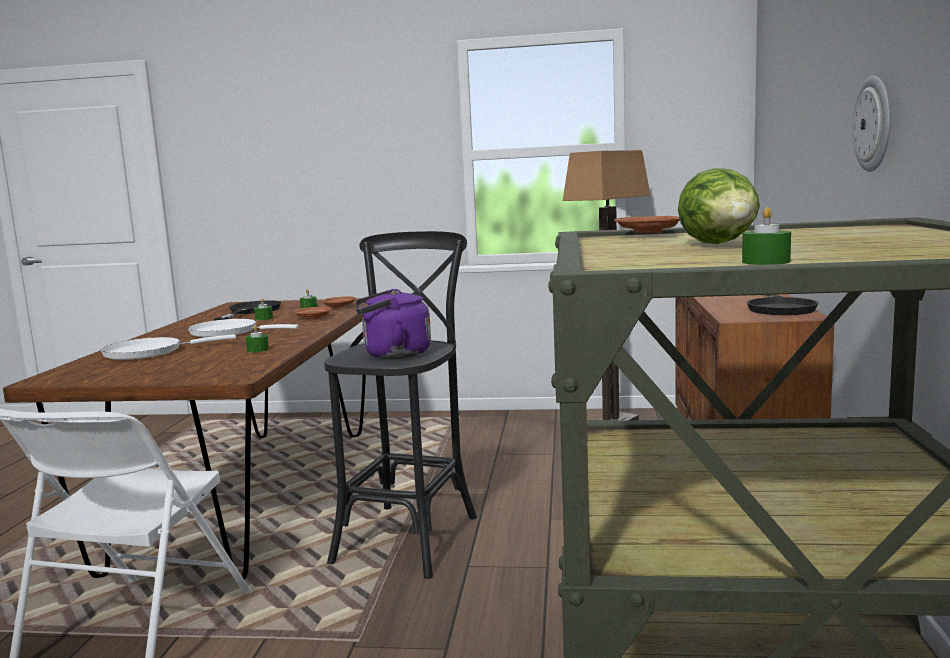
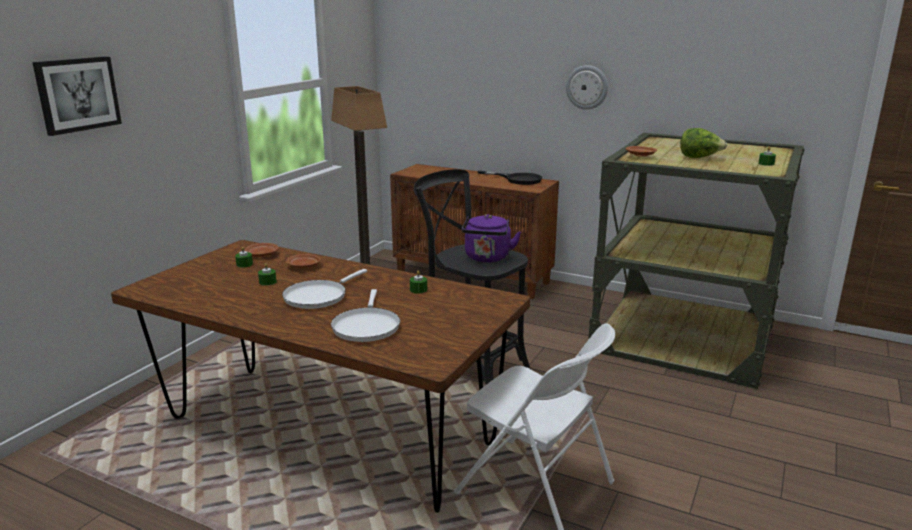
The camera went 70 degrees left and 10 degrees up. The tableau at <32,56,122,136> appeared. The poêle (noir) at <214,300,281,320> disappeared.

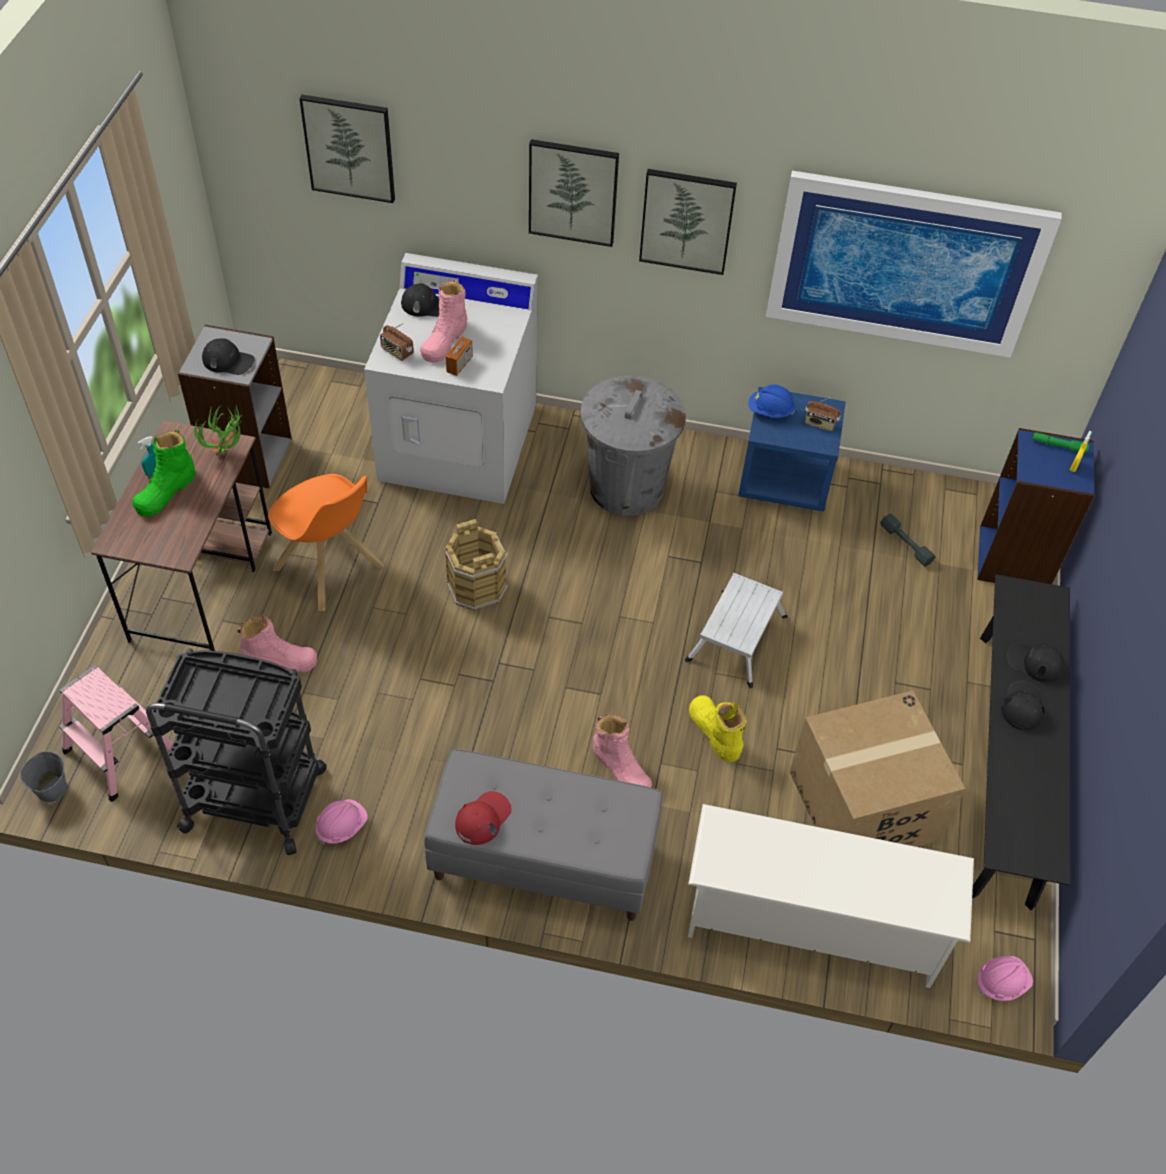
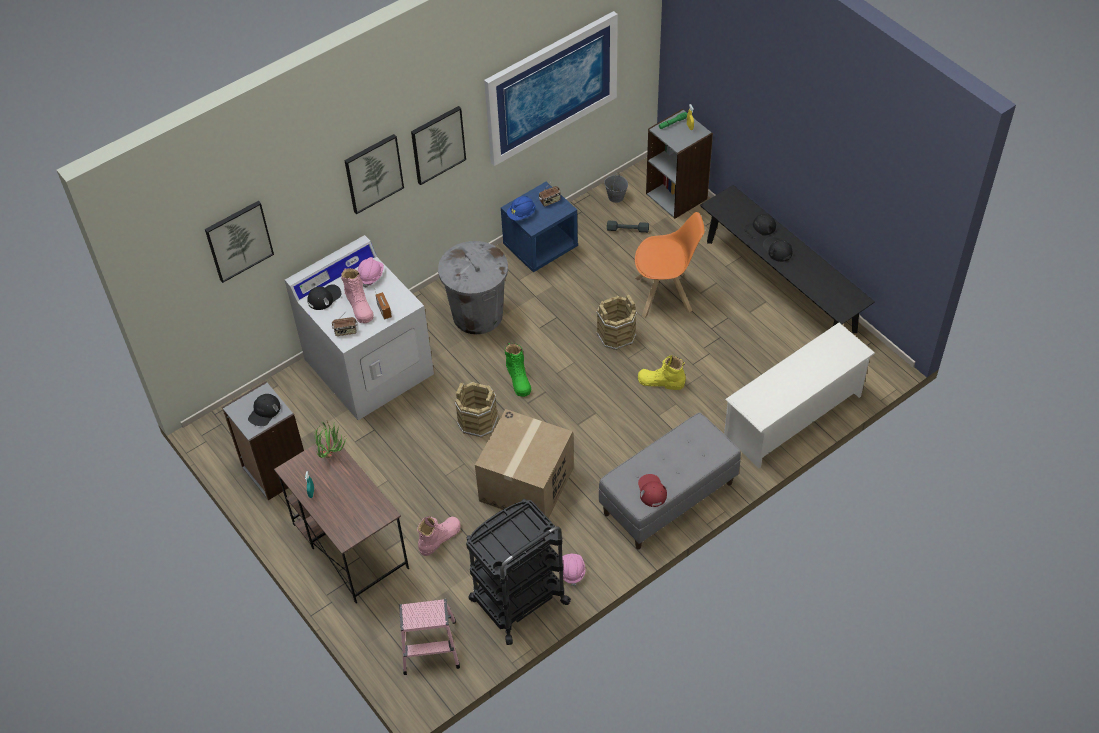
The camera went 45 degrees left and 0 degrees up. The casquette (noir) at <202,338,255,375> turned 150 degrees clockwise. The casque de chantier (rose) moved from <977,956,1033,1001> to <358,257,384,287>. The carton moved from <790,691,965,847> to <475,409,574,519>. The botte (vert) moved from <132,430,196,517> to <505,343,531,397>. The escabeau (blanc) at <685,573,788,688> was replaced by the seau (marron) at <597,295,637,350>. The seau (gris) moved from <20,751,67,802> to <604,172,628,203>. The chaise (orange) moved from <268,474,384,611> to <635,212,705,317>. The bibliothèque (bleu) at <977,428,1095,584> became the bibliothèque (gris) at <646,109,713,219>. The botte (rose) at <593,715,652,788> disappeared.

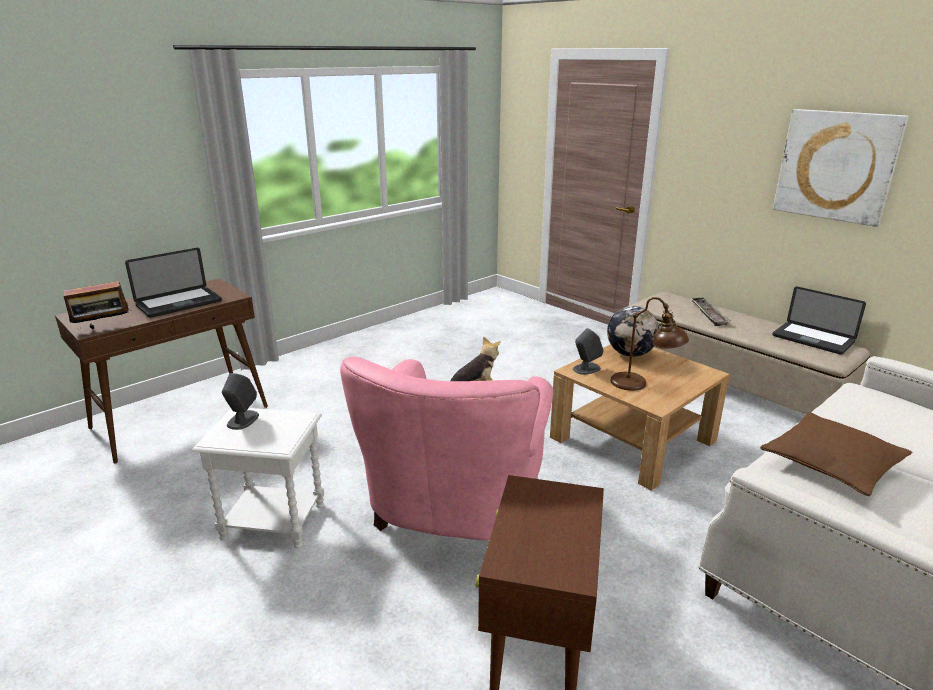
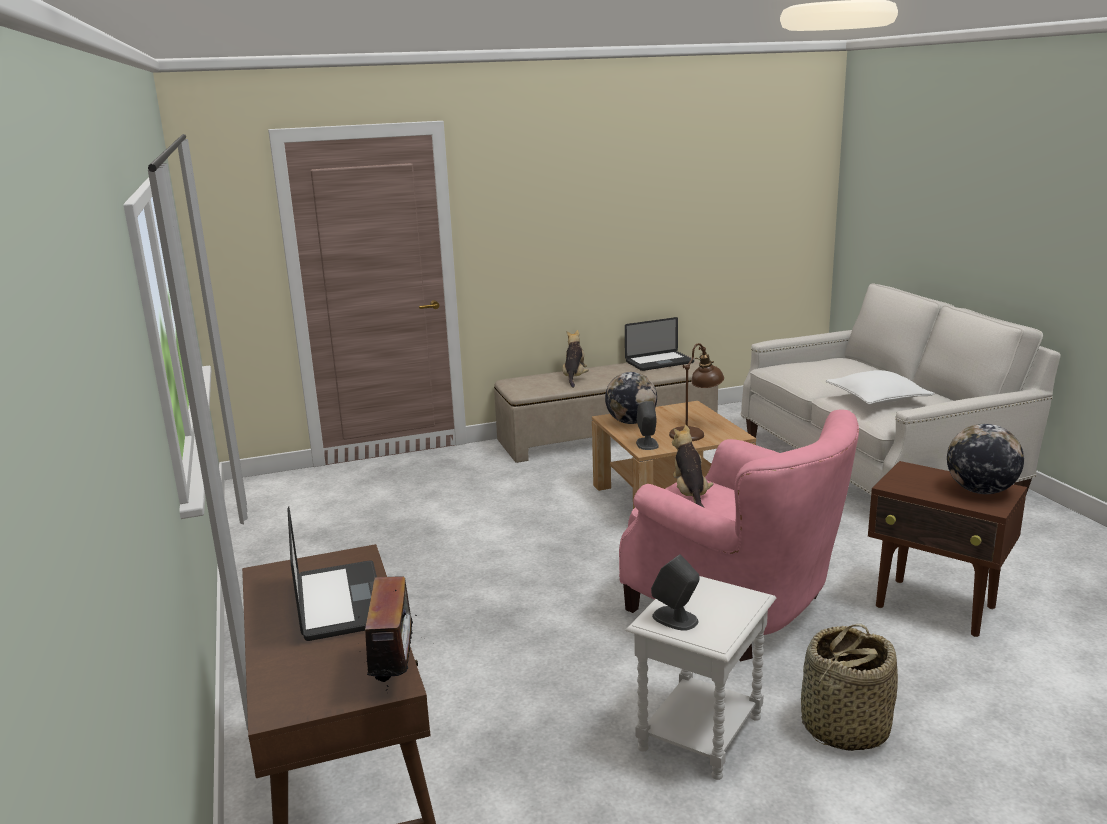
The camera went 65 degrees left and 5 degrees down. The plateau at <690,297,731,326> was replaced by the peluche at <562,330,588,388>. The panier at <801,624,898,751> appeared. The coussin (marron) at <760,412,912,496> became the coussin (blanc) at <826,370,935,405>. The globe at <947,424,1024,494> appeared. The tableau at <773,109,909,227> disappeared.

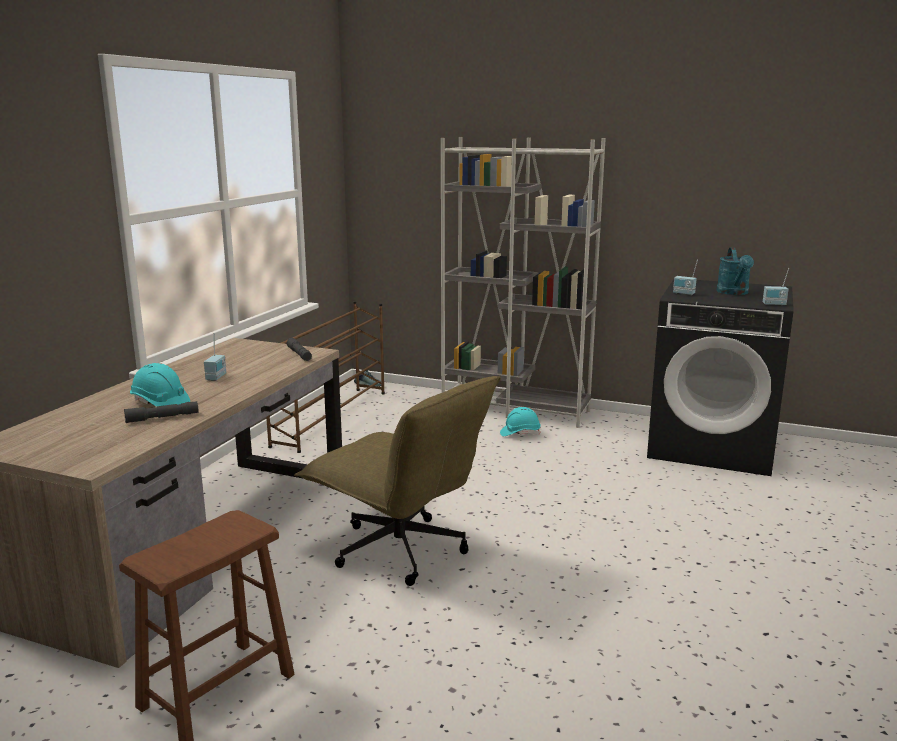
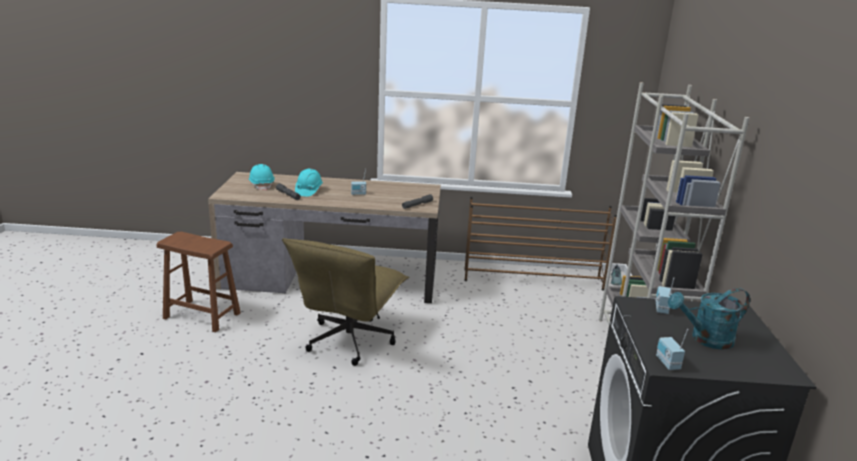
The camera went 70 degrees right and 5 degrees up. The casque de chantier (turquoise) moved from <500,407,541,436> to <248,164,275,191>.

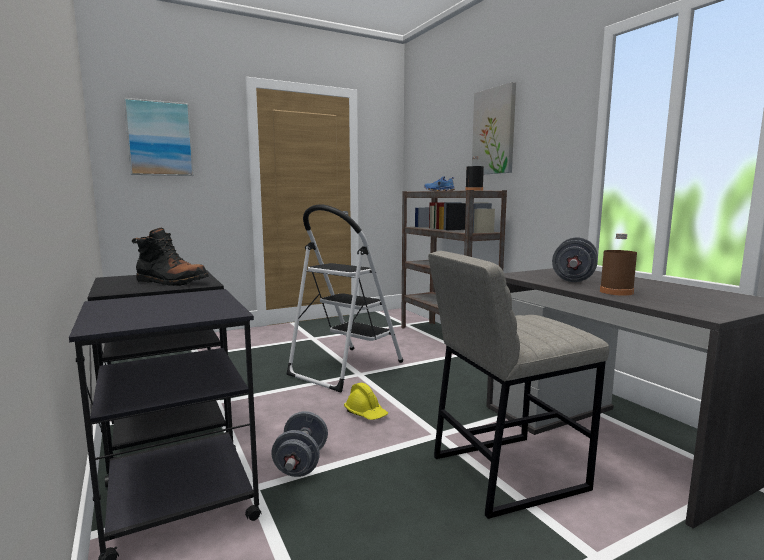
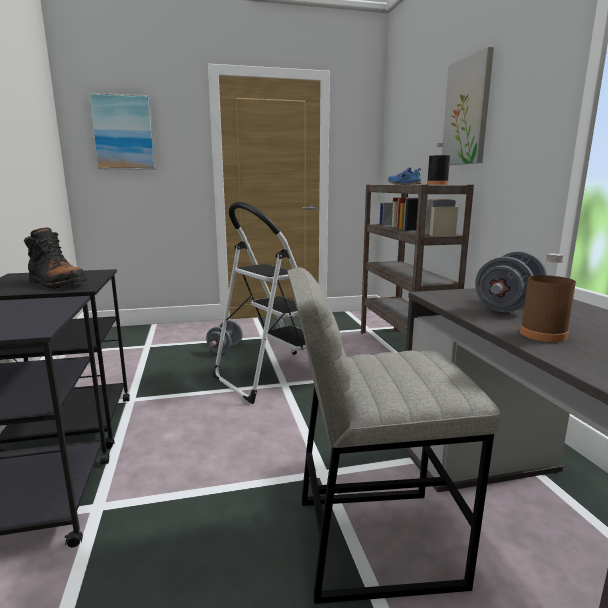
The camera went 15 degrees right and 5 degrees up. The haltère (gris) moved from <271,411,328,477> to <206,320,243,353>. The casque de chantier (jaune) at <344,383,388,420> disappeared.

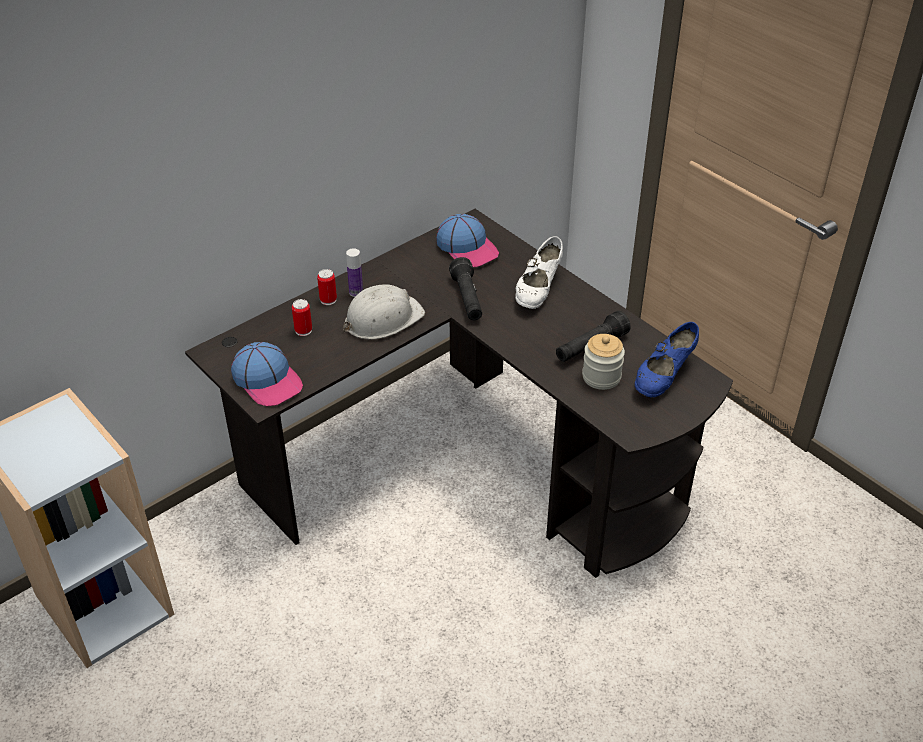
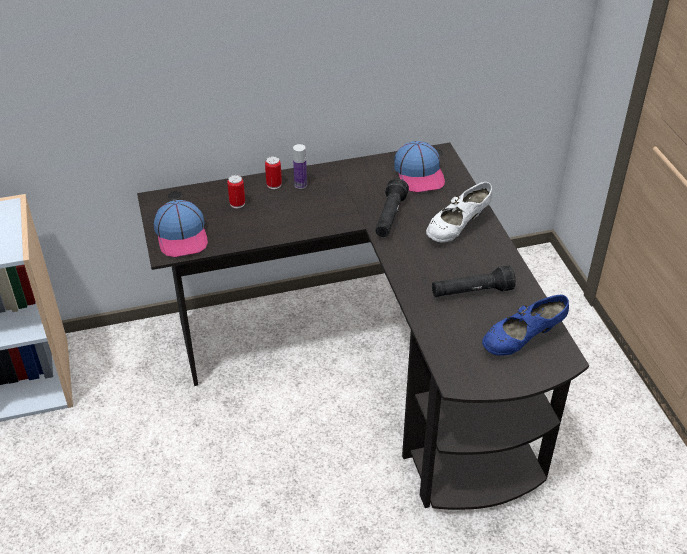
The camera went 25 degrees right and 0 degrees up. The casque de chantier (blanc) at <343,284,425,339> disappeared. The bocal at <582,334,625,390> disappeared.

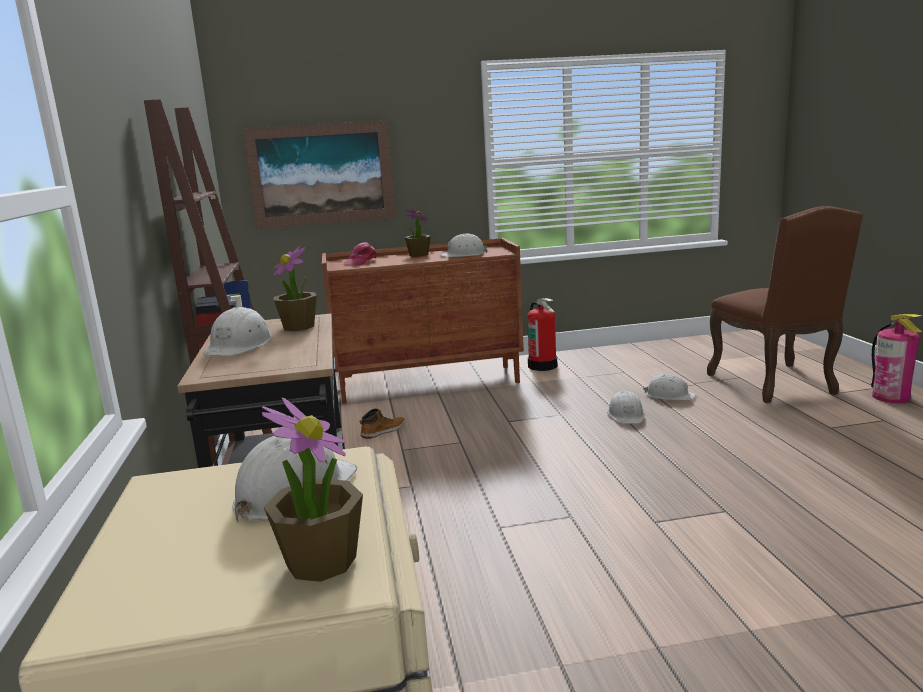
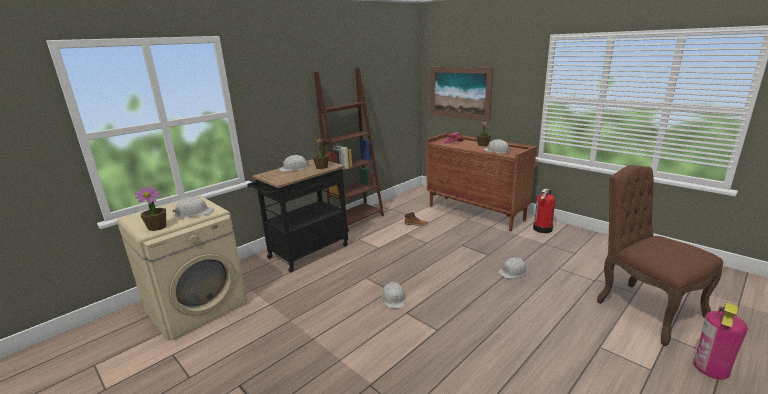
The camera went 55 degrees right and 5 degrees up. The casque de chantier (blanc) moved from <643,374,696,400> to <381,282,406,309>. The chaise (marron) at <707,206,863,403> turned 105 degrees clockwise.

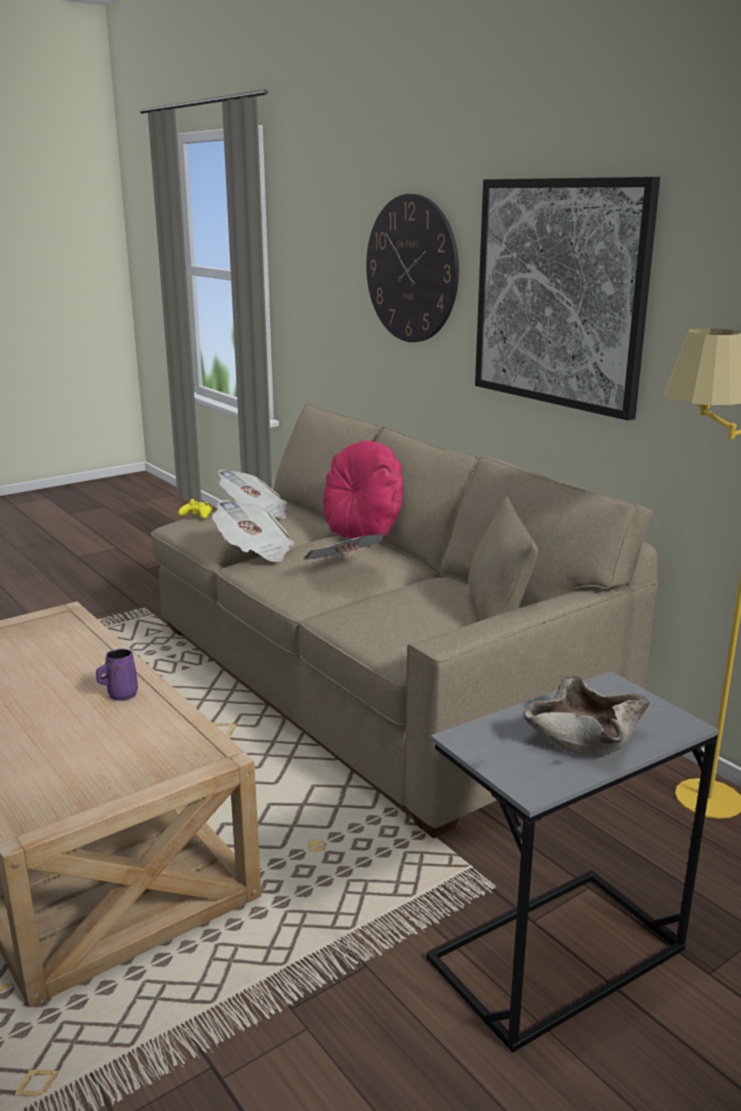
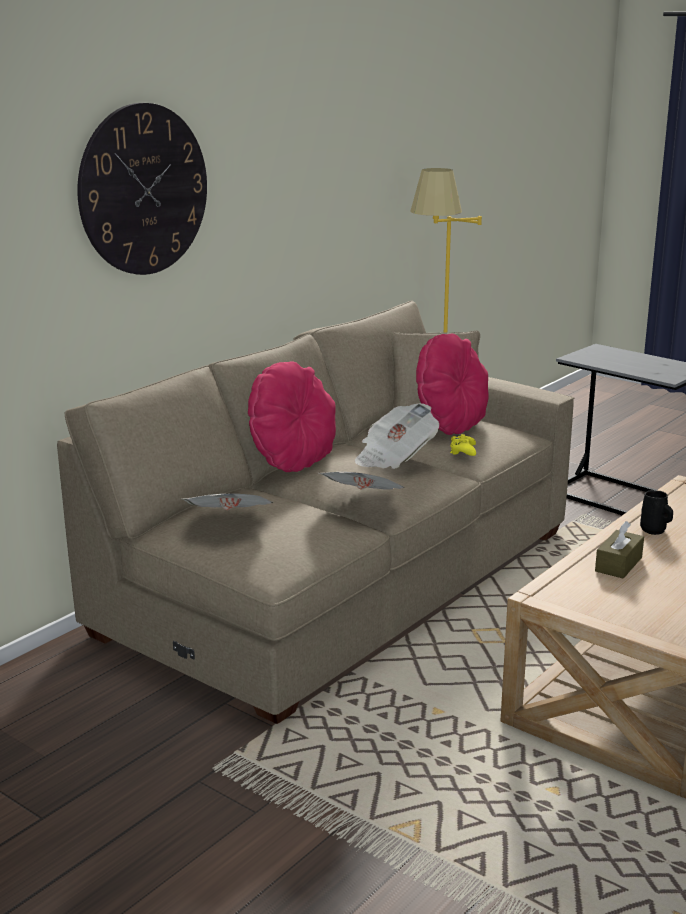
The camera went 105 degrees left and 0 degrees up. The coussin (rose) at <416,334,489,435> appeared. The manette (jaune) moved from <178,499,212,519> to <450,434,476,456>. The boîte à mouchoirs (marron) at <595,521,644,578> appeared. The mug (violet) at <96,649,138,701> became the mug (noir) at <640,491,673,535>. The tableau at <475,177,660,421> disappeared. The bol (beige) at <523,676,650,756> disappeared.

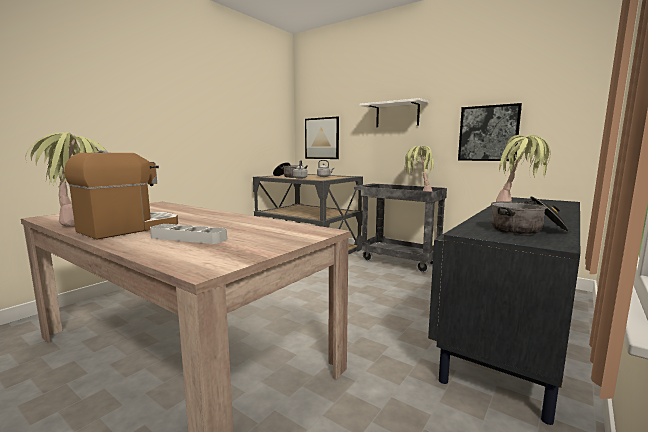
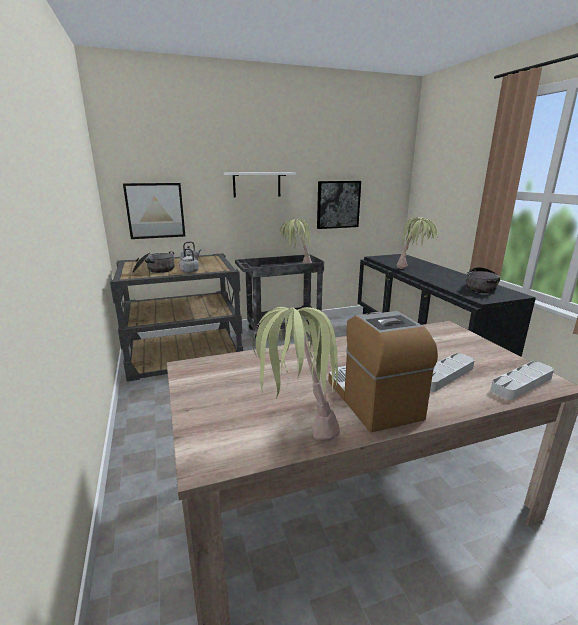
The camera went 55 degrees left and 10 degrees up. The plateau (gris) at <491,361,554,400> appeared.

